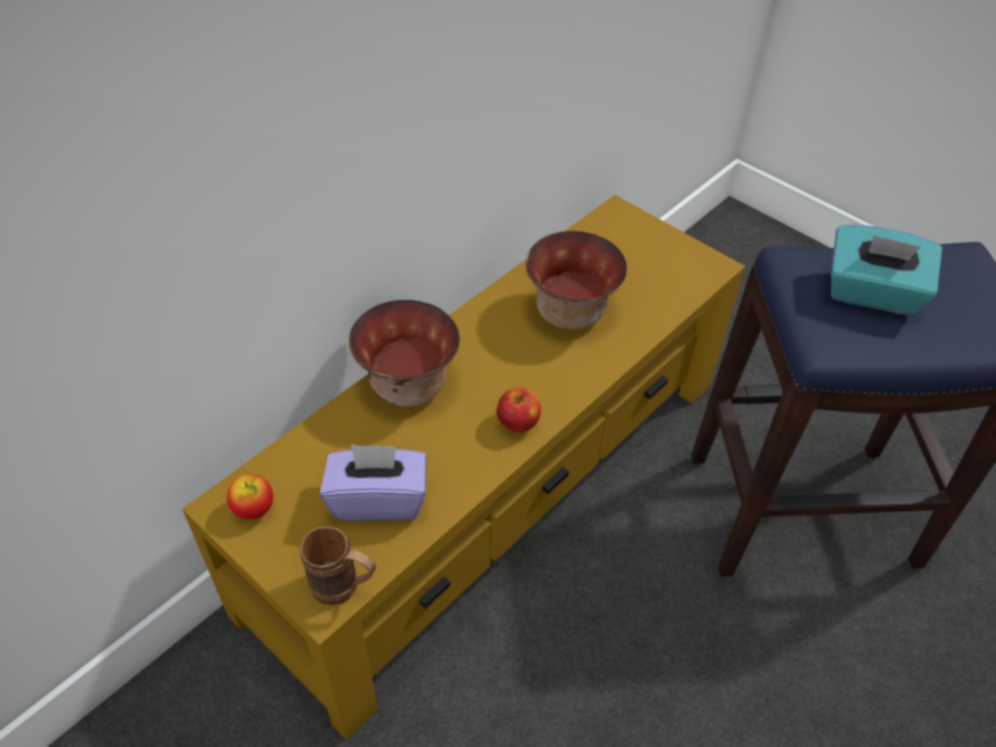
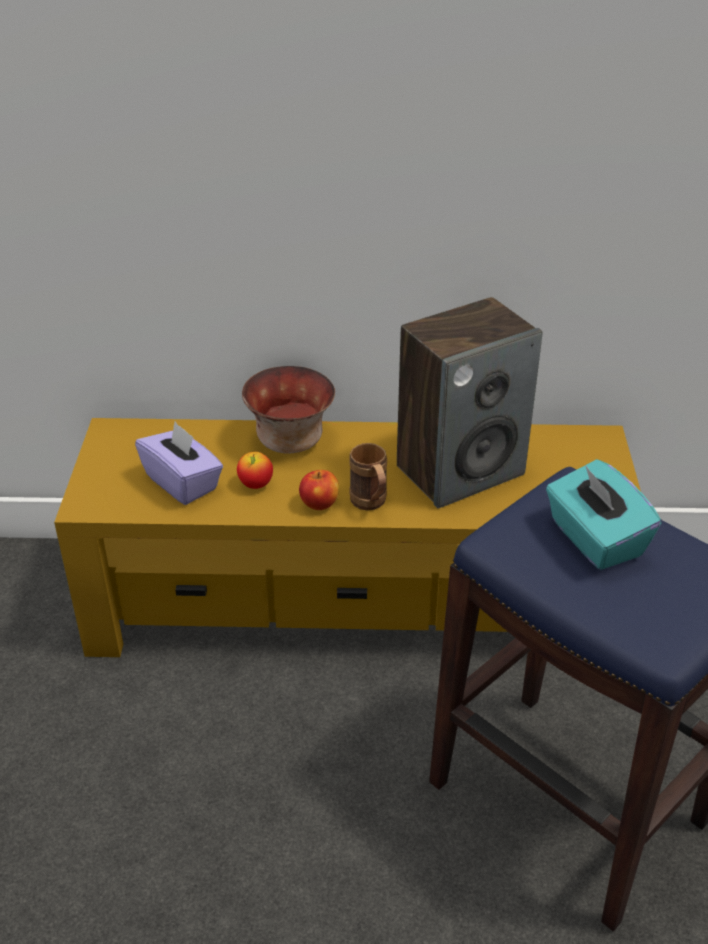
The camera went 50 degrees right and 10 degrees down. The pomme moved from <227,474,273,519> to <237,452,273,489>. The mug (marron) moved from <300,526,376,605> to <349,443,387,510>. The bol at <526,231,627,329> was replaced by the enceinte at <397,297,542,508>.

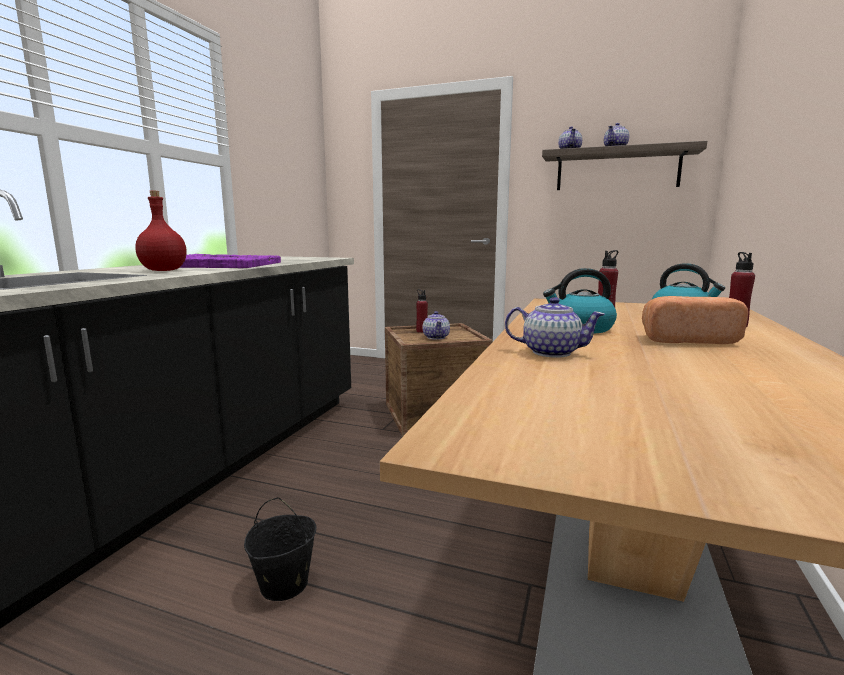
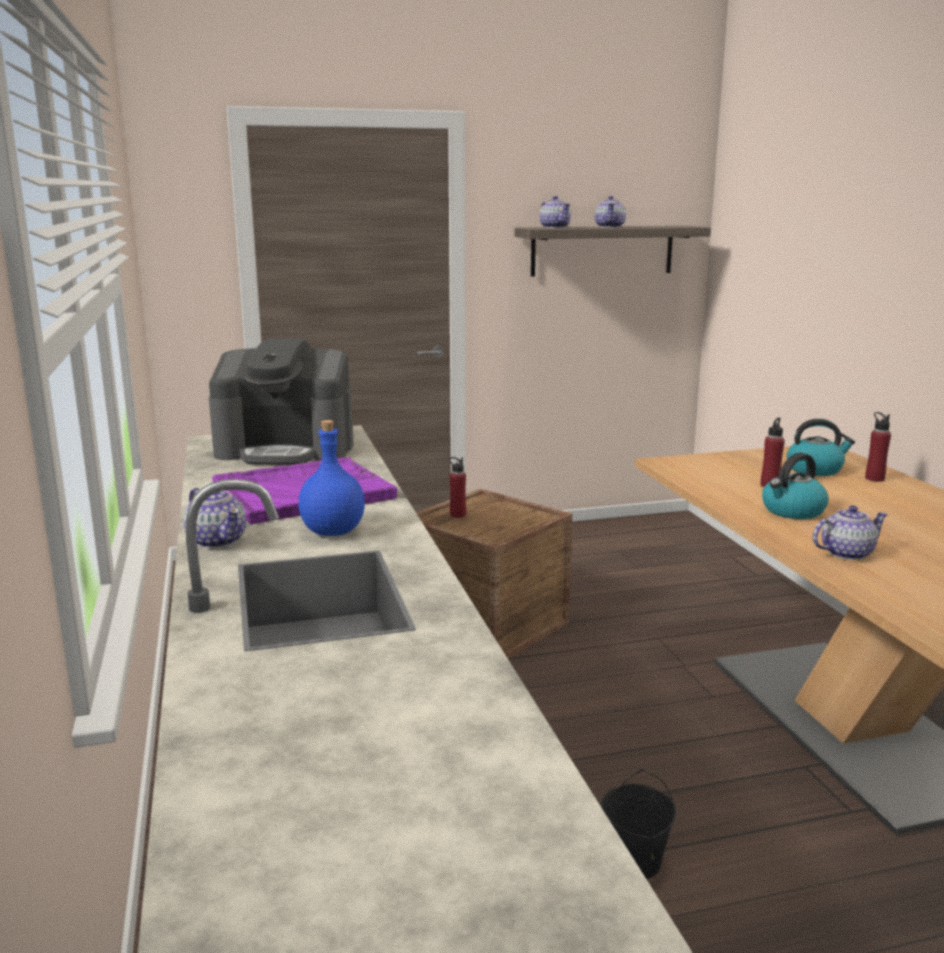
The camera went 35 degrees left and 5 degrees up. The théière moved from <423,311,450,340> to <183,488,246,549>. The machine à café at <209,338,354,465> appeared. The bouteille (rouge) at <135,191,187,271> became the bouteille (bleu) at <299,420,365,536>. The pain at <642,296,748,344> disappeared.

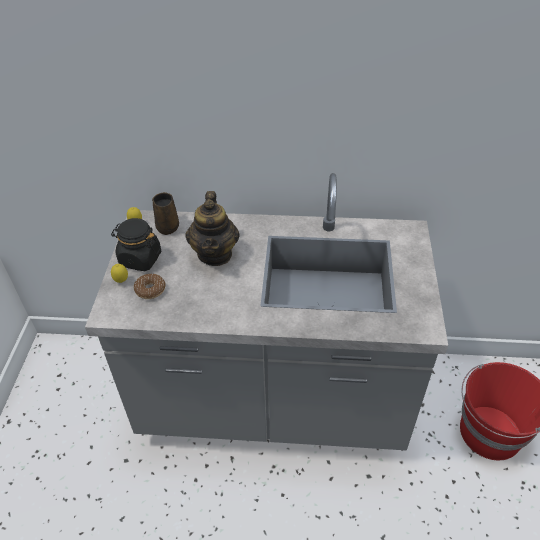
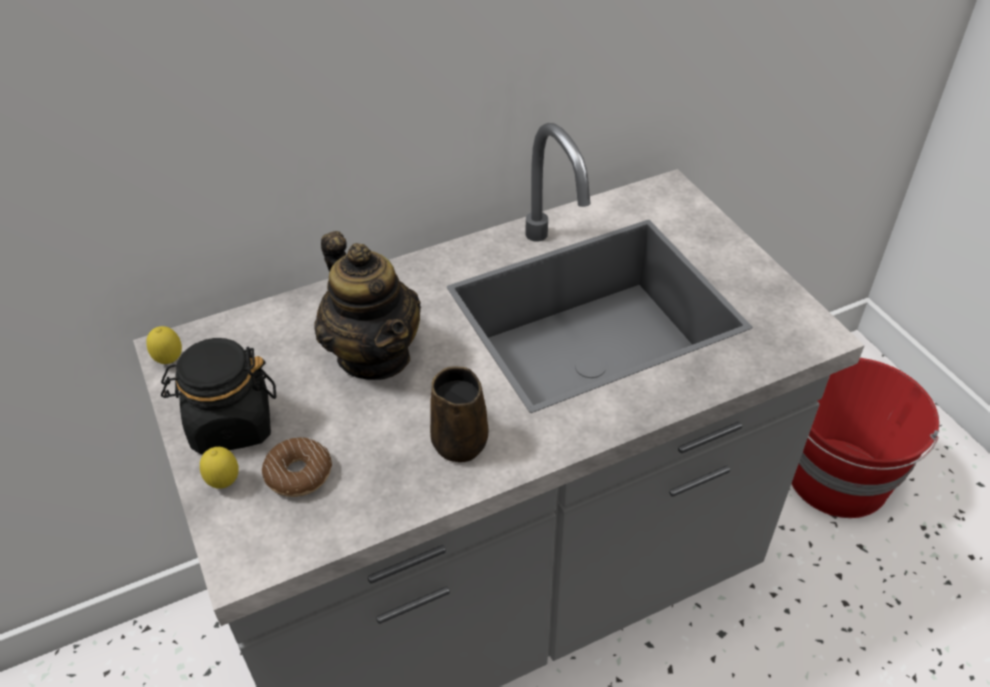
The camera went 30 degrees left and 0 degrees up. The mug (marron) moved from <152,192,179,235> to <430,366,488,462>.

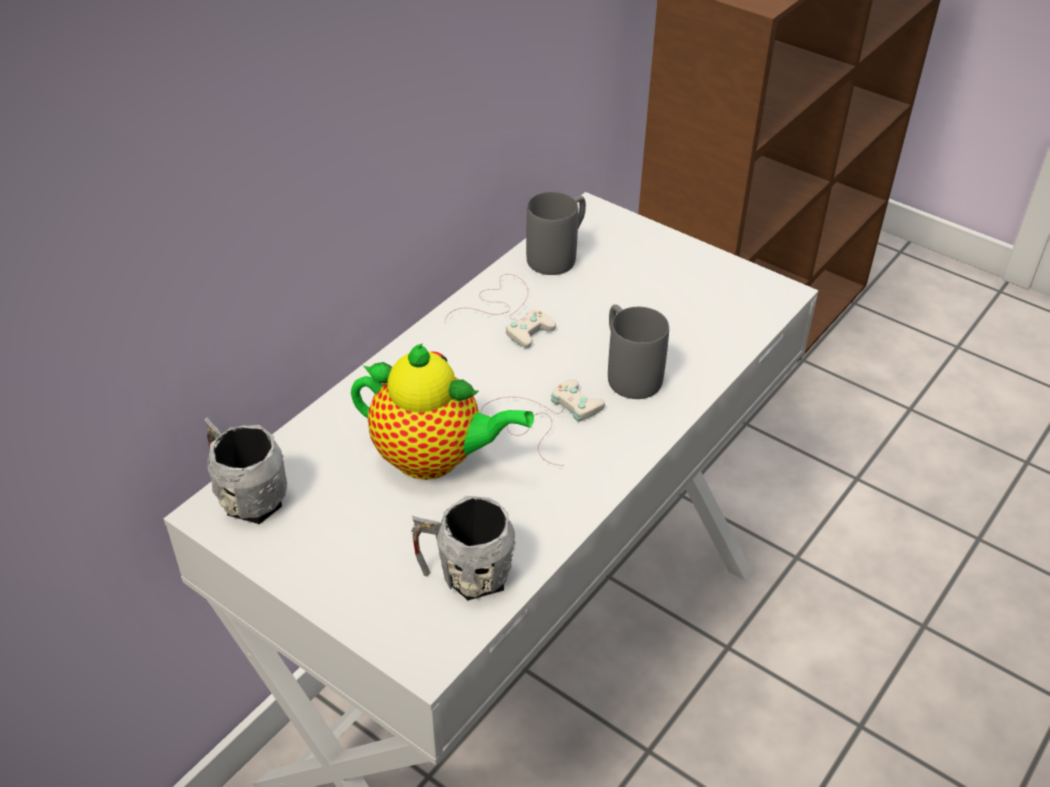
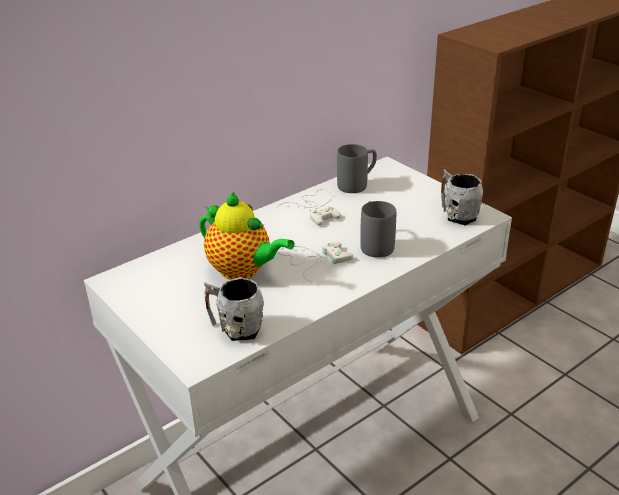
The camera went 15 degrees right and 10 degrees down. The mug (gris) moved from <204,417,287,524> to <441,169,483,225>.

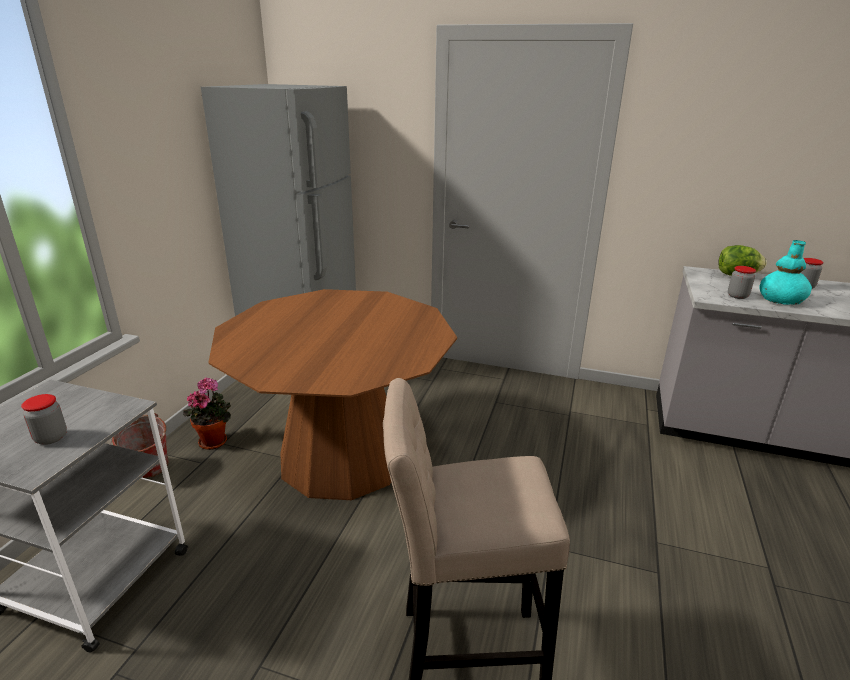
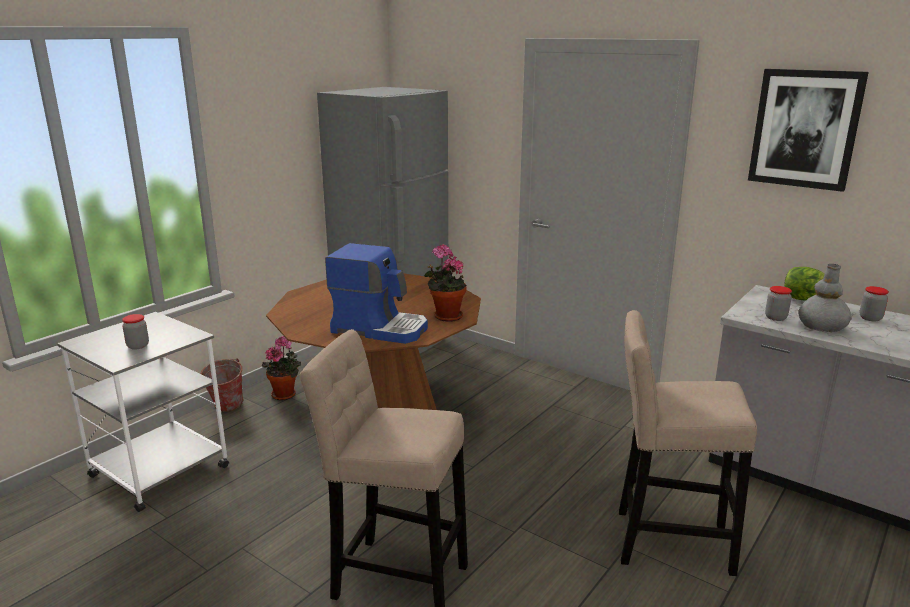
The camera went 20 degrees right and 5 degrees down. The machine à café at <325,243,428,344> appeared. The plante en pot at <424,244,467,322> appeared. The tabouret (beige) at <619,310,757,576> appeared. The tableau at <748,69,869,192> appeared. The vase (turquoise) at <759,240,812,305> became the vase (gris) at <798,264,852,332>.

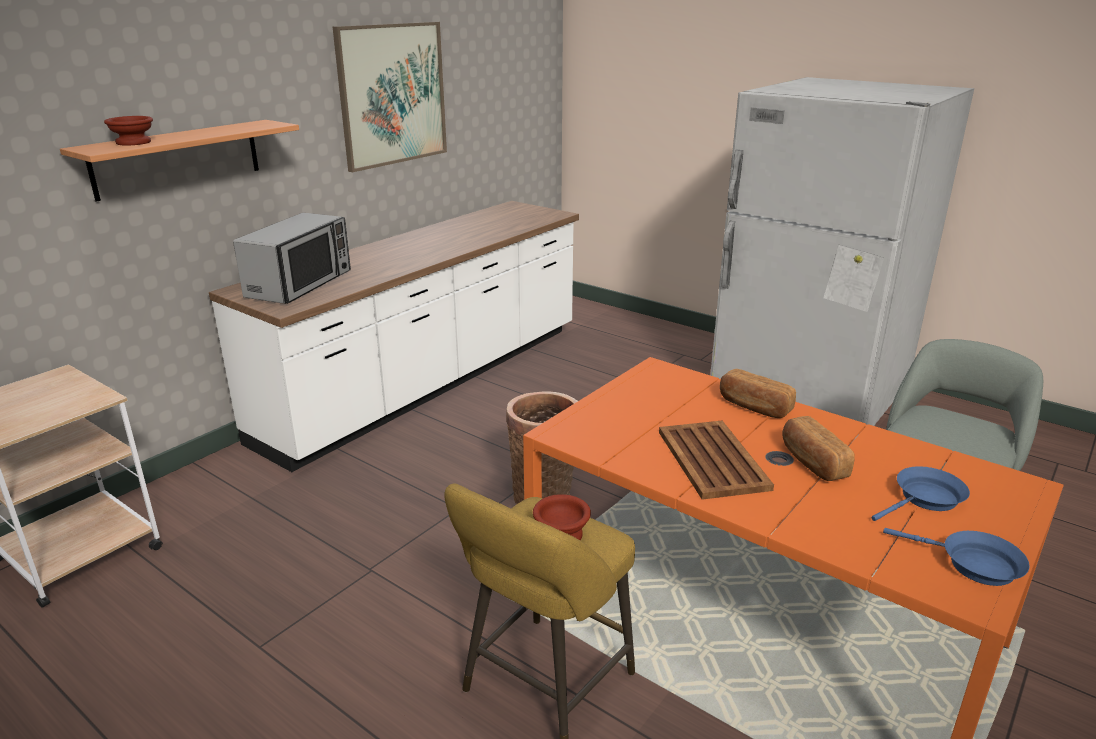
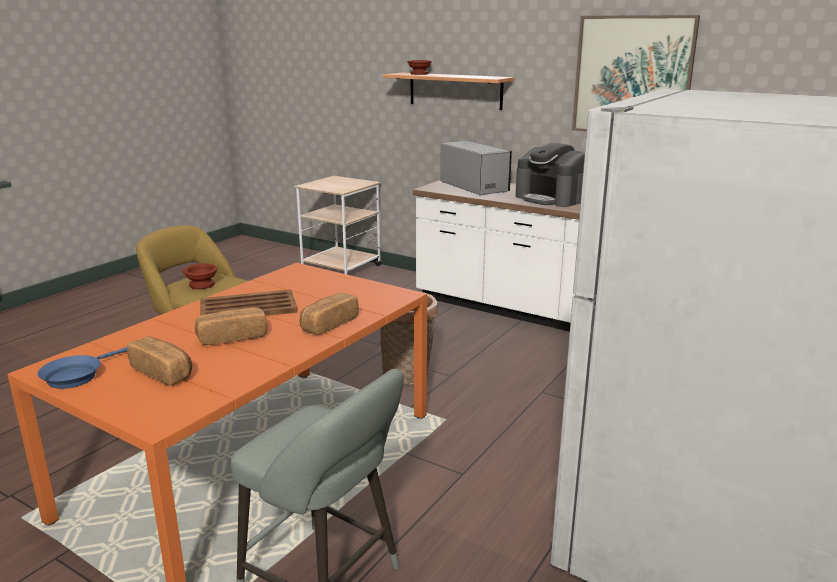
The camera went 85 degrees right and 5 degrees down. The poêle (bleu) at <872,466,970,521> was replaced by the pain at <127,337,192,386>. The micro-ondes at <233,213,351,304> turned 135 degrees counterclockwise. The machine à café at <516,143,585,207> appeared.

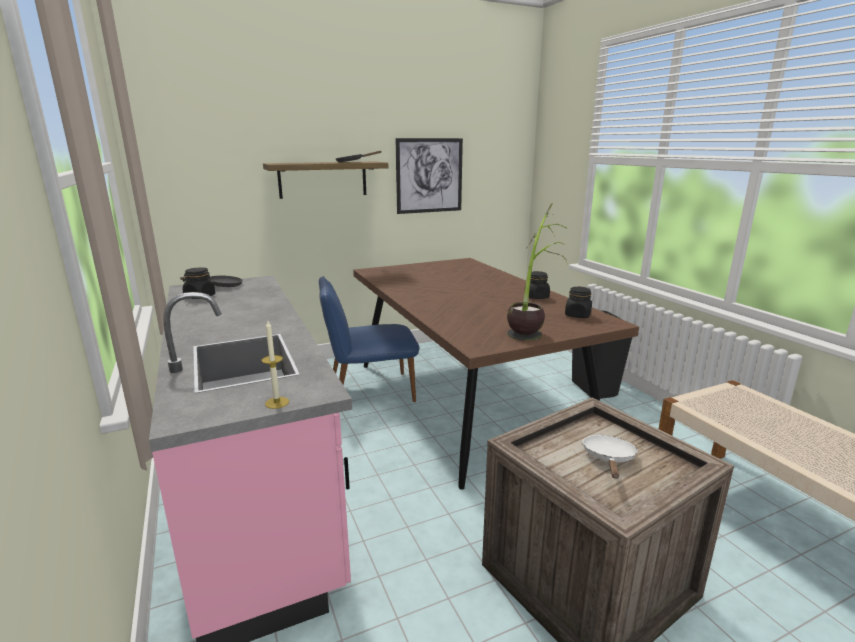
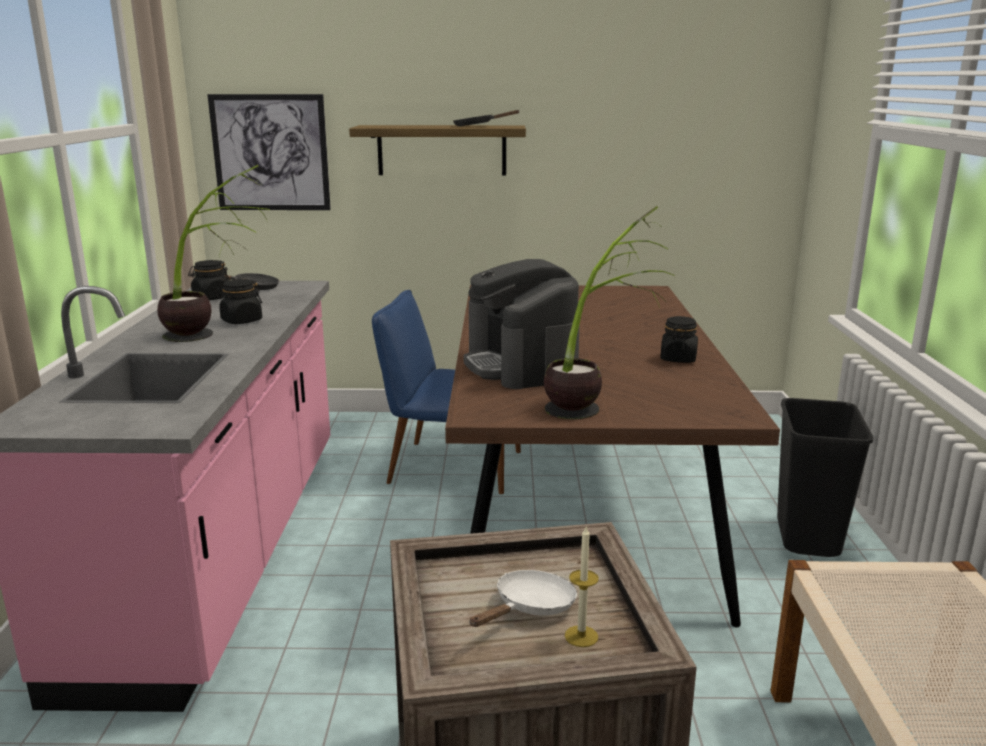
The camera went 25 degrees right and 0 degrees up. The plante en pot at <157,165,270,342> appeared. The tableau moved from <395,138,463,214> to <208,94,331,210>. The bocal (noir) moved from <565,287,592,318> to <216,279,262,324>. The machine à café at <463,259,579,389> appeared. The bougie moved from <261,321,289,409> to <565,527,599,647>.

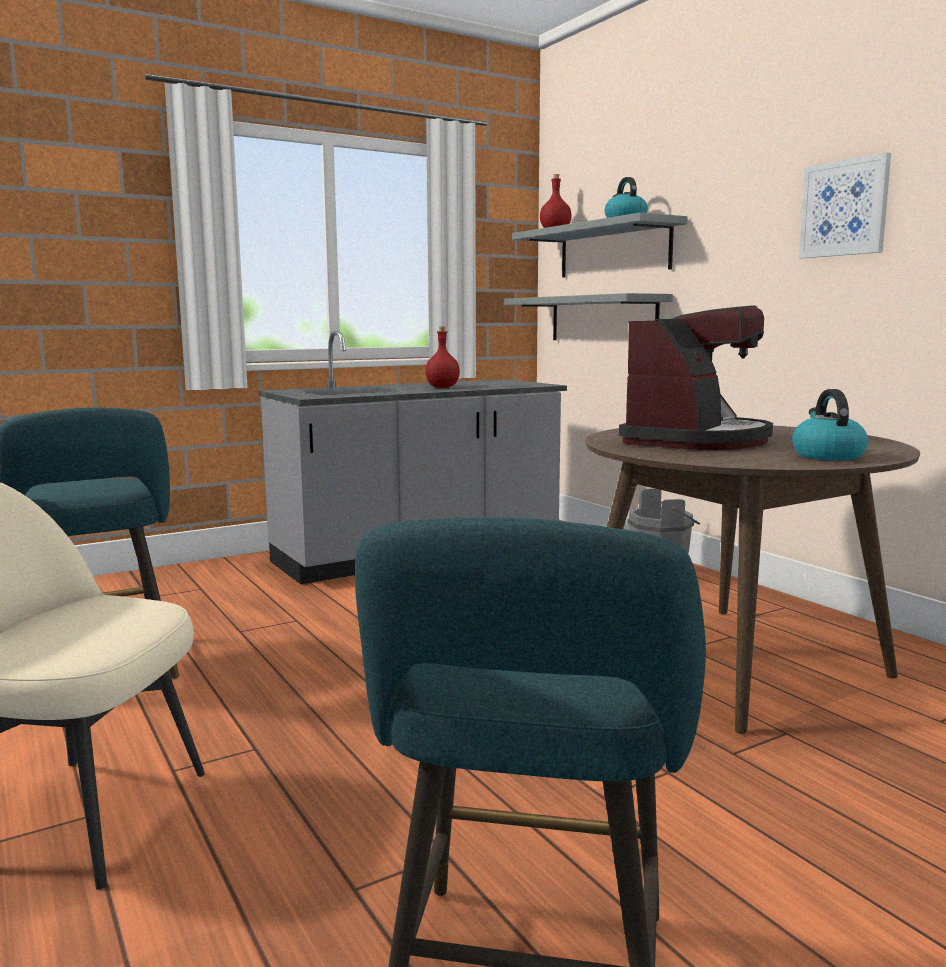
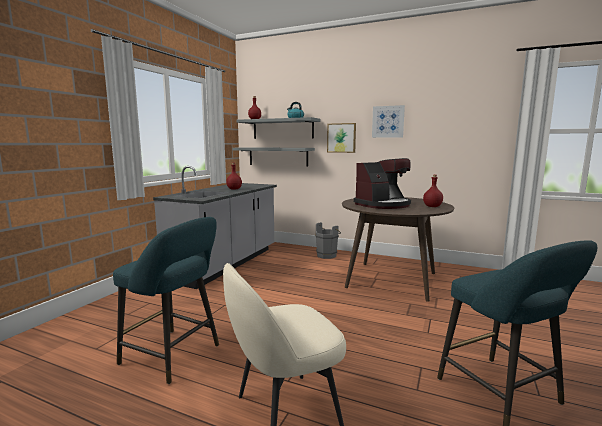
The camera went 35 degrees left and 0 degrees up. The tableau at <327,123,356,153> appeared. The machine à café at <619,306,773,450> turned 60 degrees clockwise. The bouilloire at <792,389,868,460> was replaced by the bouteille (rouge) at <423,175,443,207>.

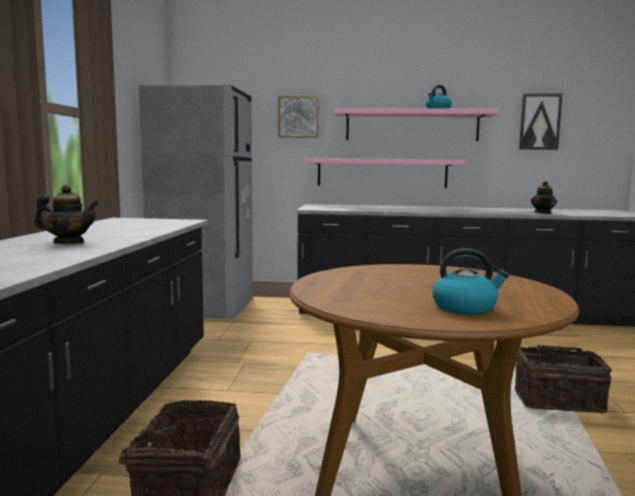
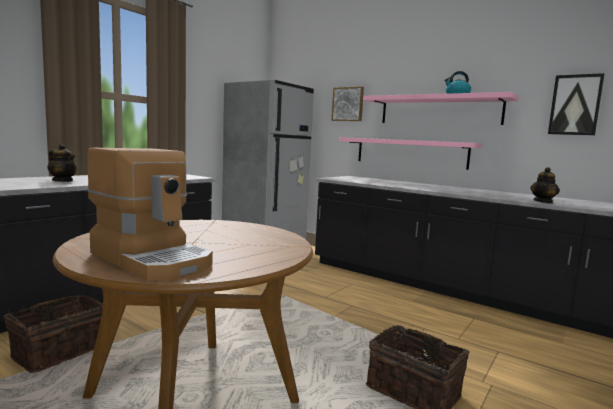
The camera went 30 degrees right and 0 degrees up. The bouilloire at <432,248,509,315> was replaced by the machine à café at <87,148,213,281>.

